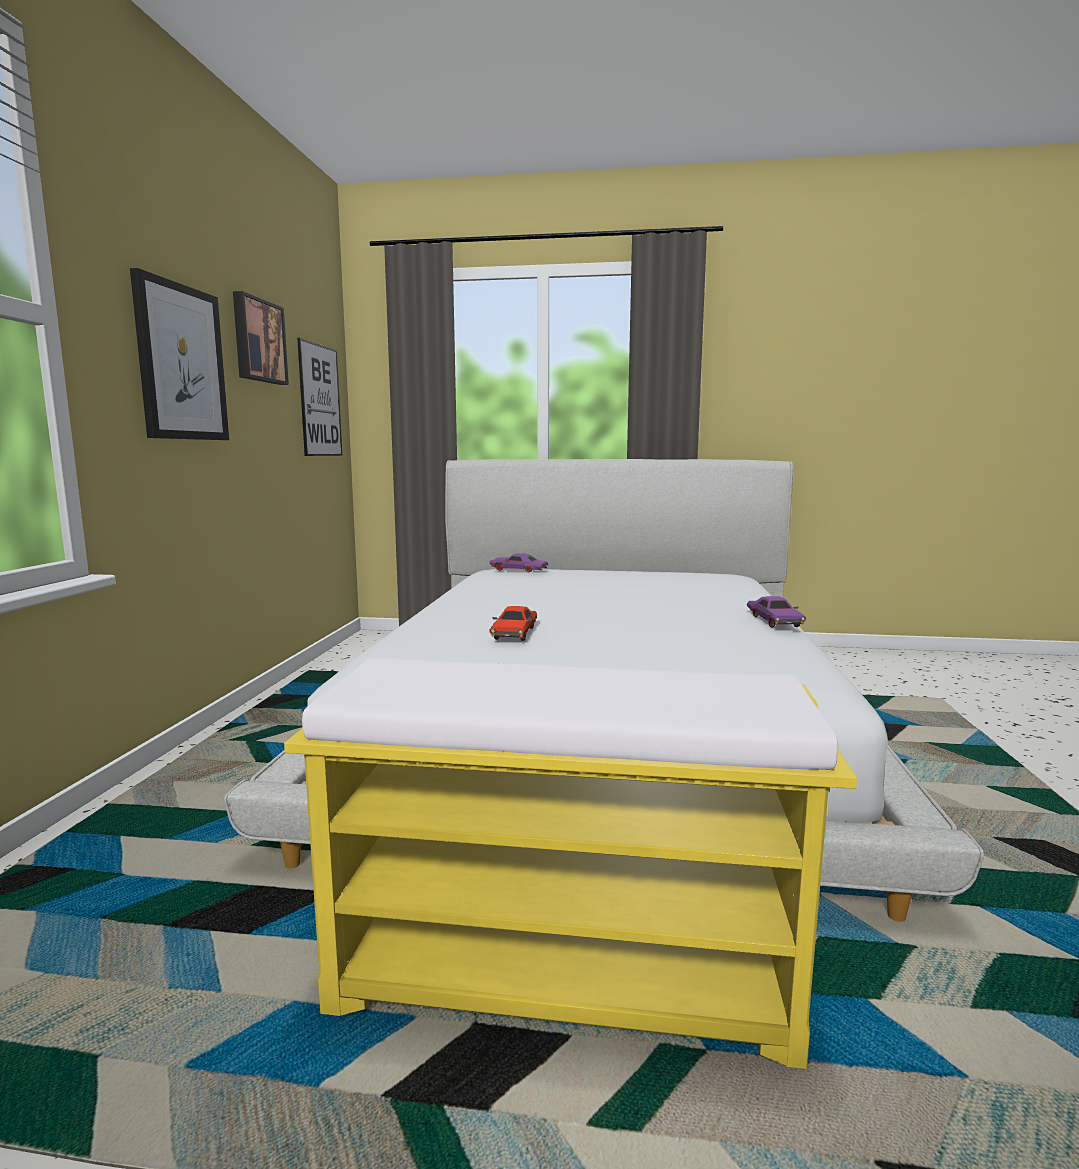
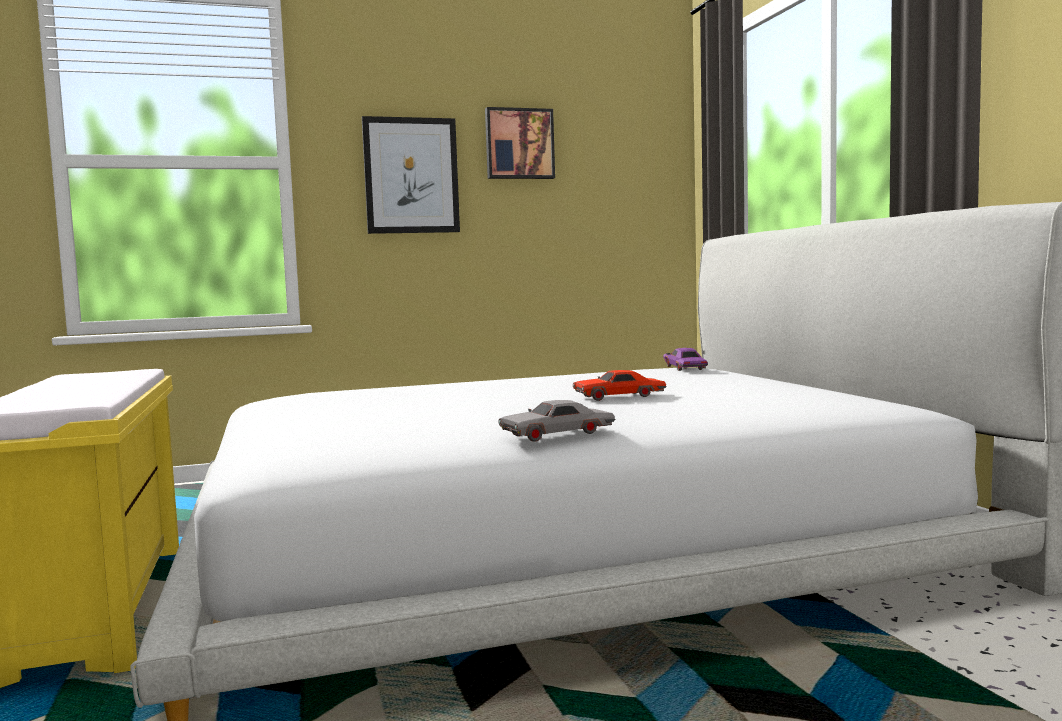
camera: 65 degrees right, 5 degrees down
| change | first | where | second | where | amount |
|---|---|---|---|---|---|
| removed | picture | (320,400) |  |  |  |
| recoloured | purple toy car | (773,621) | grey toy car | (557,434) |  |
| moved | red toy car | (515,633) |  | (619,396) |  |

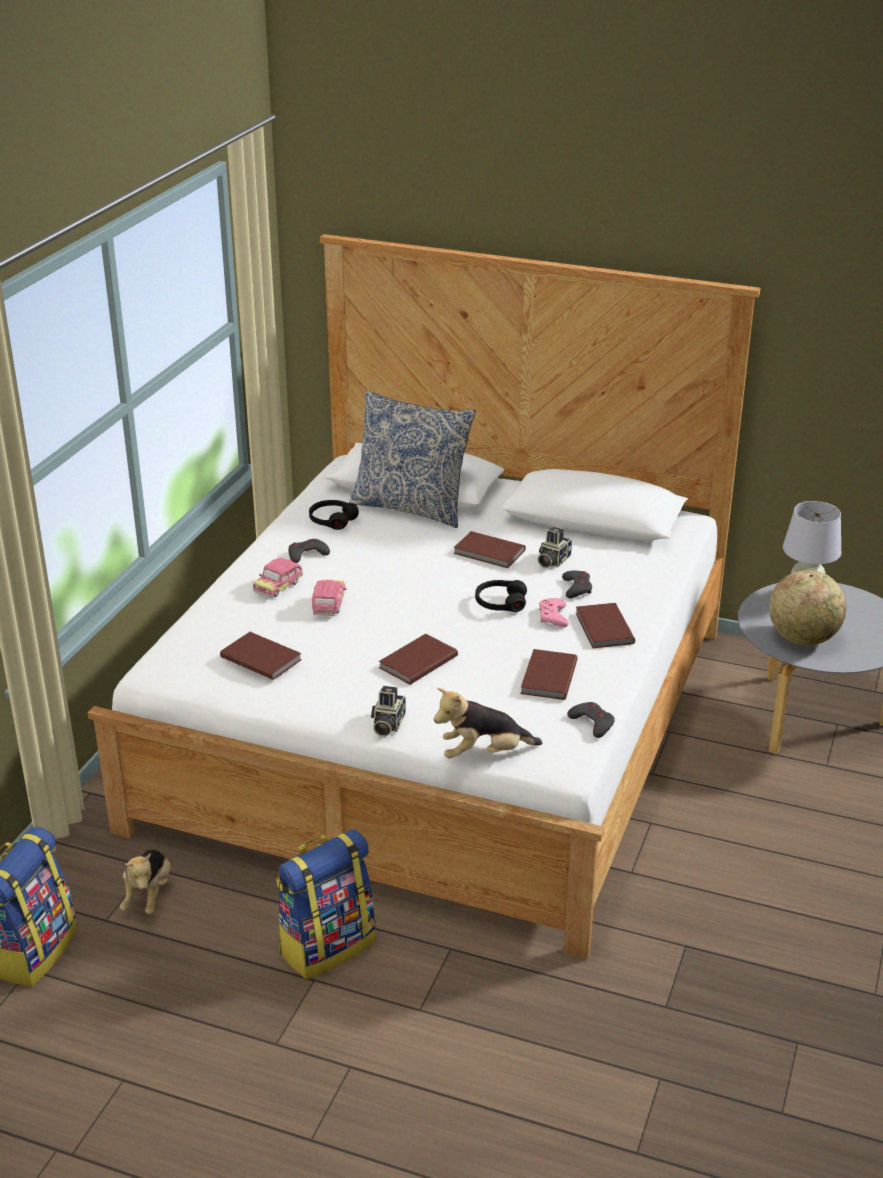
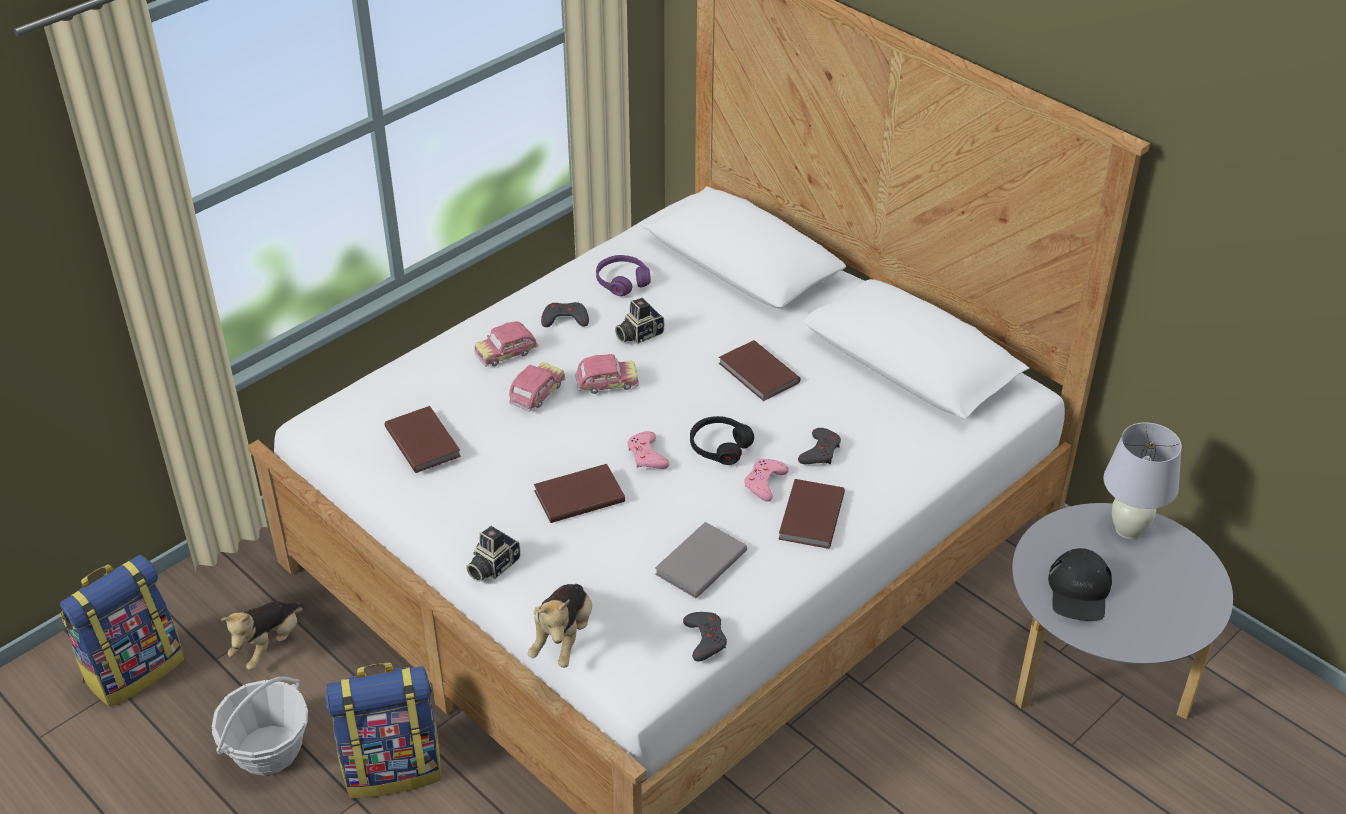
camera: 25 degrees right, 10 degrees up
| change | first | where | second | where | amount |
|---|---|---|---|---|---|
| removed | pillow | (411,507) |  |  |  |
| recoloured | black headphones | (332,520) | purple headphones | (622,281) |  |
| moved | photo camera | (552,561) |  | (638,334) |  |
| replaced | globe | (803,638) | black cap | (1079,591) |  |
| recoloured | brown book | (547,677) | grey book | (698,562) |  |
| turned | plush toy | (484,754) |  | (563,638) | 90 degrees counterclockwise |
| added |  |  | toy car | (607,384) |  |
| added |  |  | pink game controller | (647,455) |  |
| added |  |  | basket | (268,750) |  |

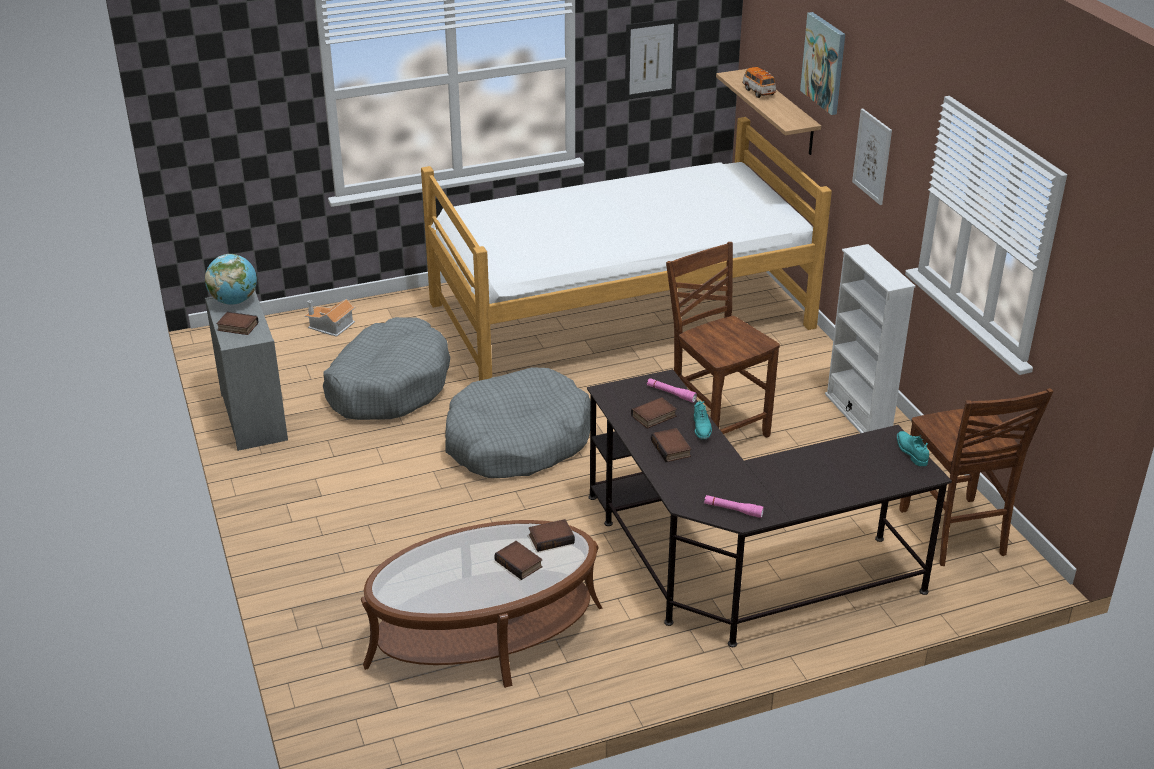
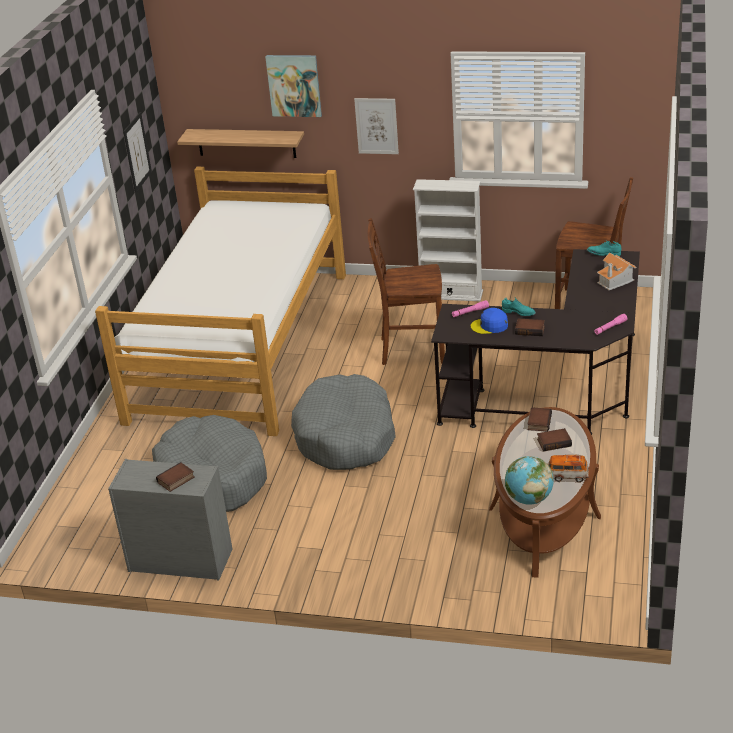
camera: 55 degrees left, 0 degrees up
| change | first | where | second | where | amount |
|---|---|---|---|---|---|
| moved | toy car | (758,92) |  | (567,476) |  |
| moved | globe | (234,301) |  | (529,499) |  |
| moved | toy house | (330,326) |  | (615,280) |  |
| replaced | book | (654,417) | blue cap | (490,326) |  |

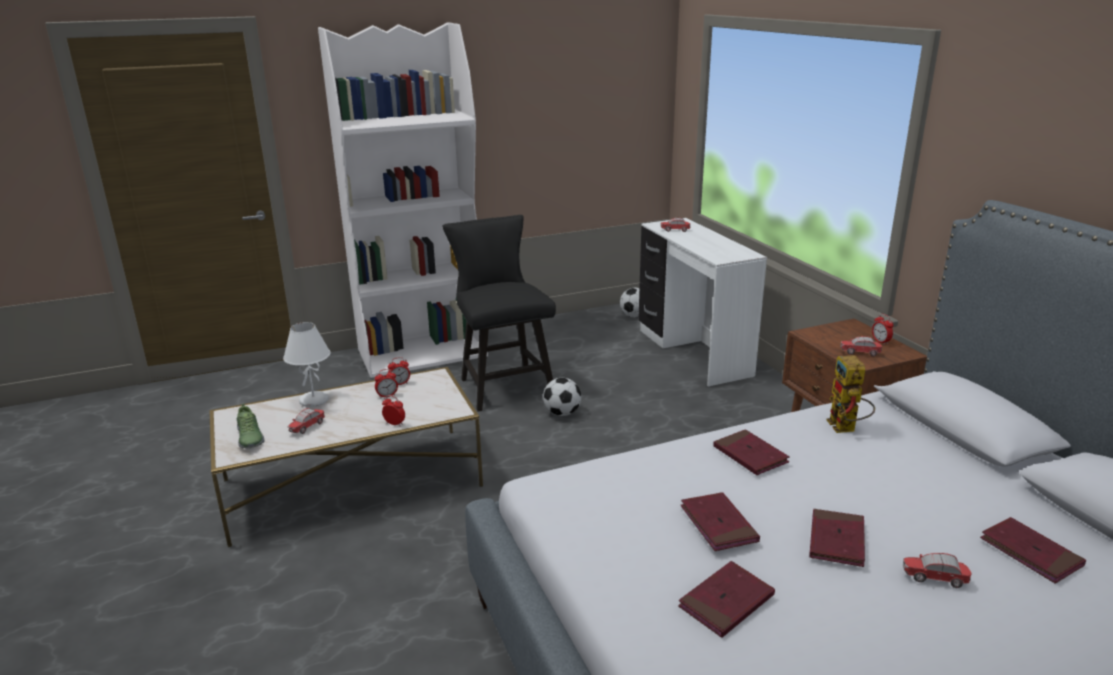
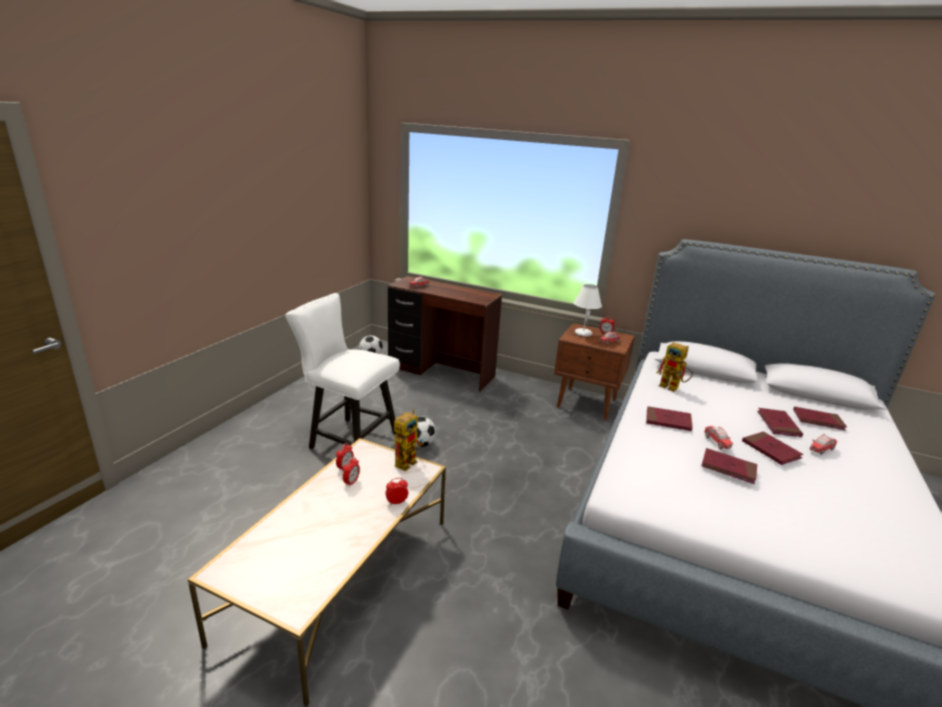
camera: 45 degrees left, 0 degrees up
| change | first | where | second | where | amount |
|---|---|---|---|---|---|
| removed | white bookcase | (423,353) |  |  |  |
| recoloured | black chair | (503,384) | white chair | (348,439) |  |
| recoloured | white desk | (692,352) | brown desk | (441,372) |  |
| moved | white table lamp | (314,400) |  | (583,333) |  |
| removed | shoe | (249,438) |  |  |  |
| moved | toy car | (308,427) |  | (716,442) |  |
| moved | red book | (726,602) |  | (778,424) |  |
| added |  |  | toy robot | (407,460) |  |

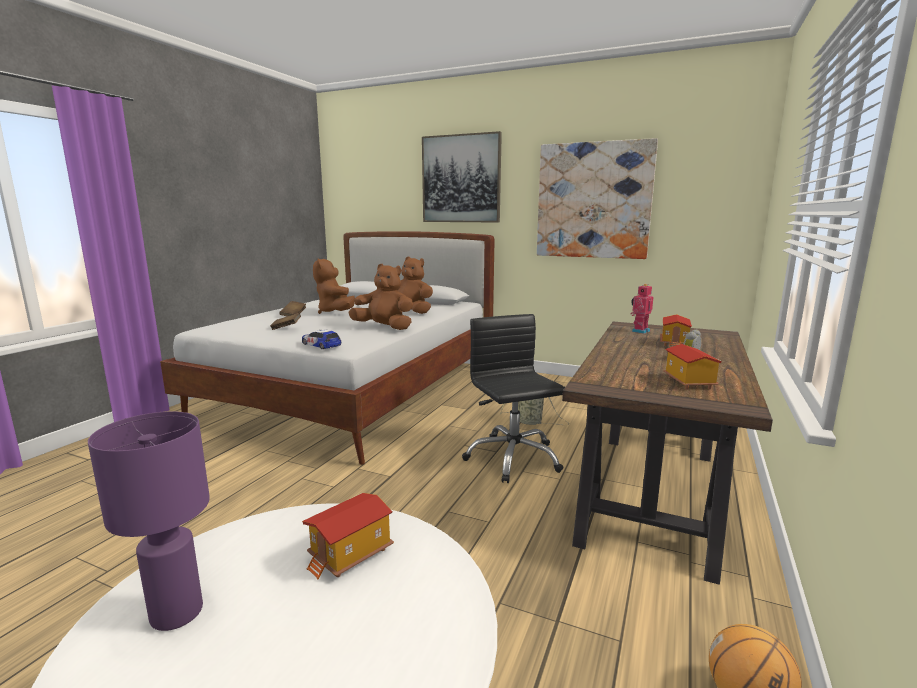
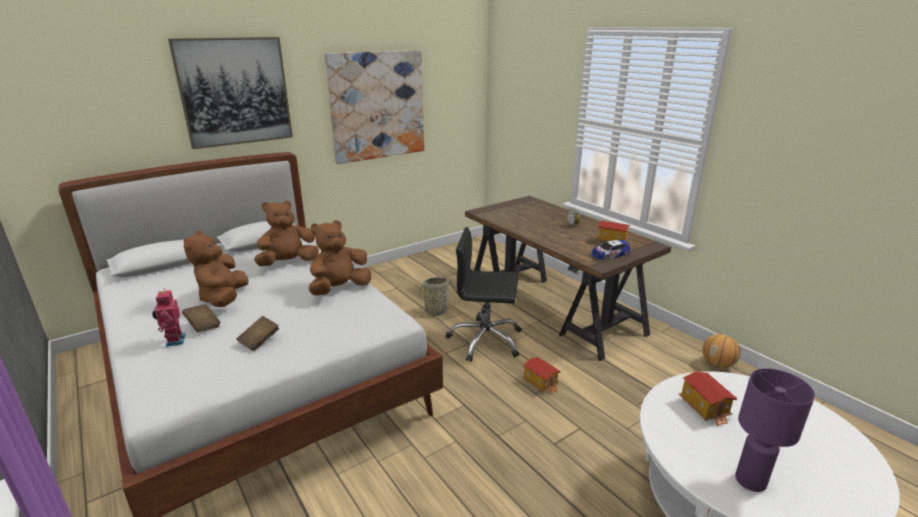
camera: 60 degrees left, 10 degrees up
| change | first | where | second | where | amount |
|---|---|---|---|---|---|
| turned | brown plush toy | (335,312) |  | (224,298) | 75 degrees clockwise |
| moved | toy robot | (639,331) |  | (174,341) |  |
| moved | toy house | (675,343) |  | (540,383) |  |
| moved | toy car | (321,344) |  | (610,254) |  |

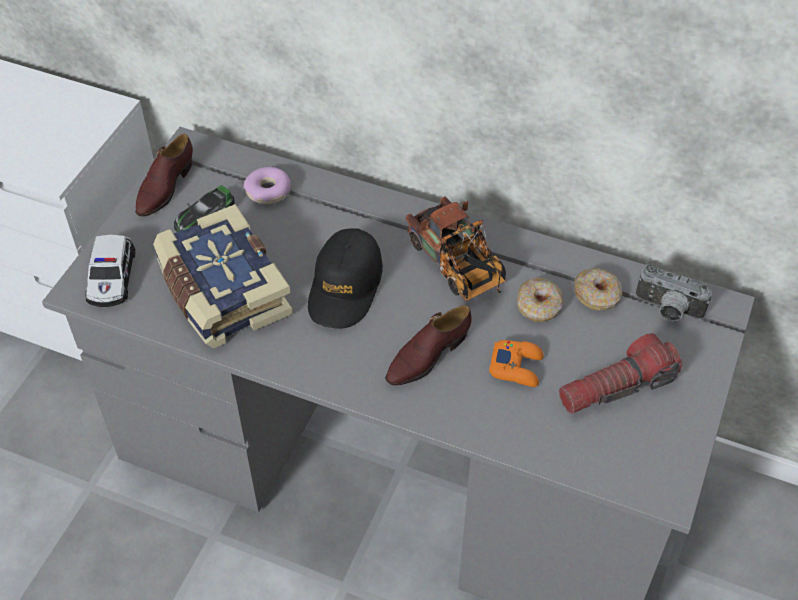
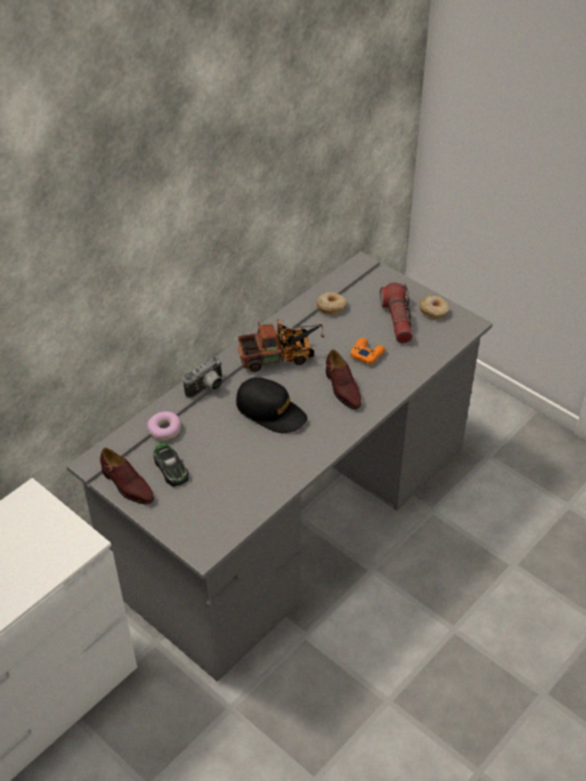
camera: 70 degrees left, 5 degrees down
| change | first | where | second | where | amount |
|---|---|---|---|---|---|
| removed | book | (222,292) |  |  |  |
| removed | toy car | (111,278) |  |  |  |
| moved | photo camera | (667,311) |  | (207,388) |  |
| moved | donut | (539,306) |  | (434,311) |  |

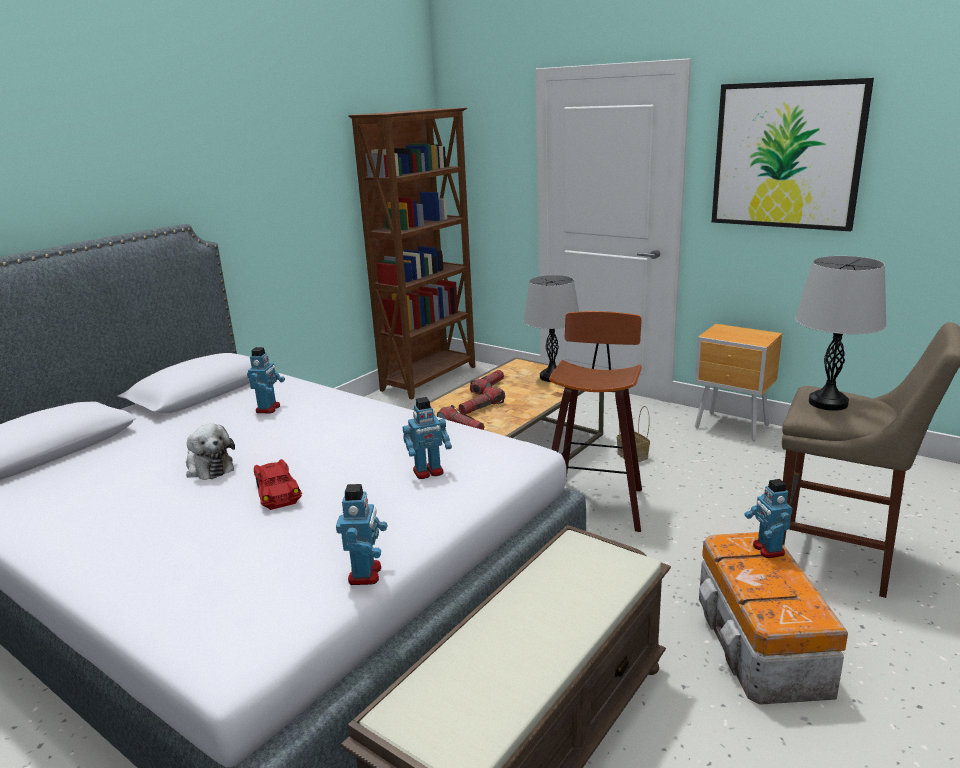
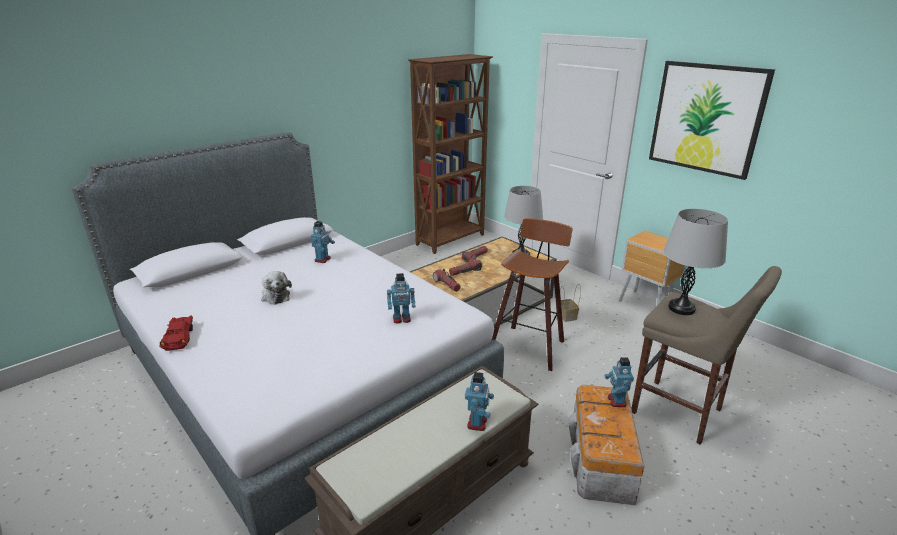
camera: 10 degrees right, 5 degrees up
| change | first | where | second | where | amount |
|---|---|---|---|---|---|
| moved | red toy car | (277,491) |  | (180,337) |  |
| moved | toy robot | (366,574) |  | (478,423) |  |

